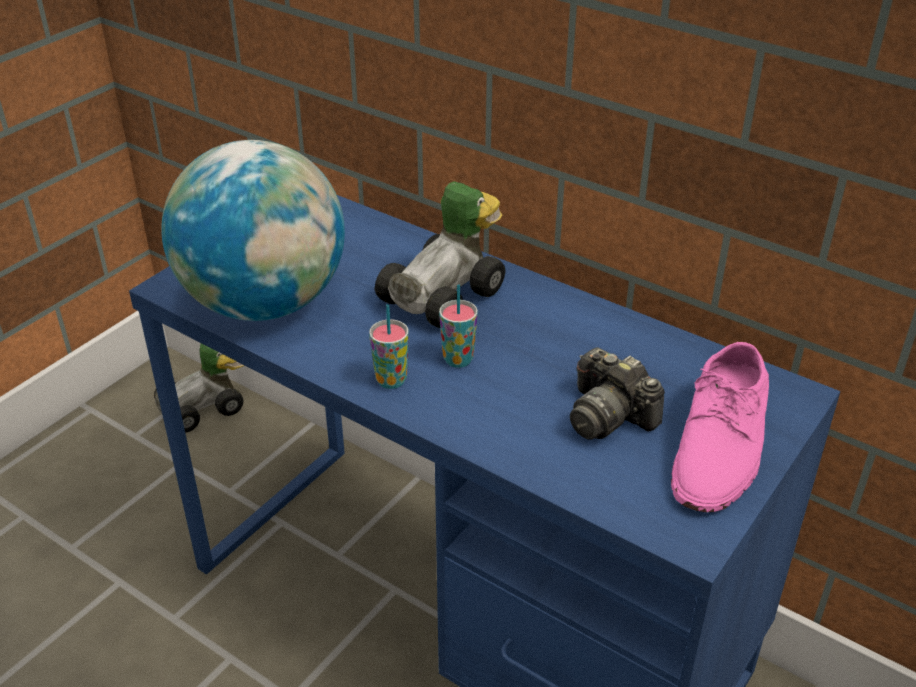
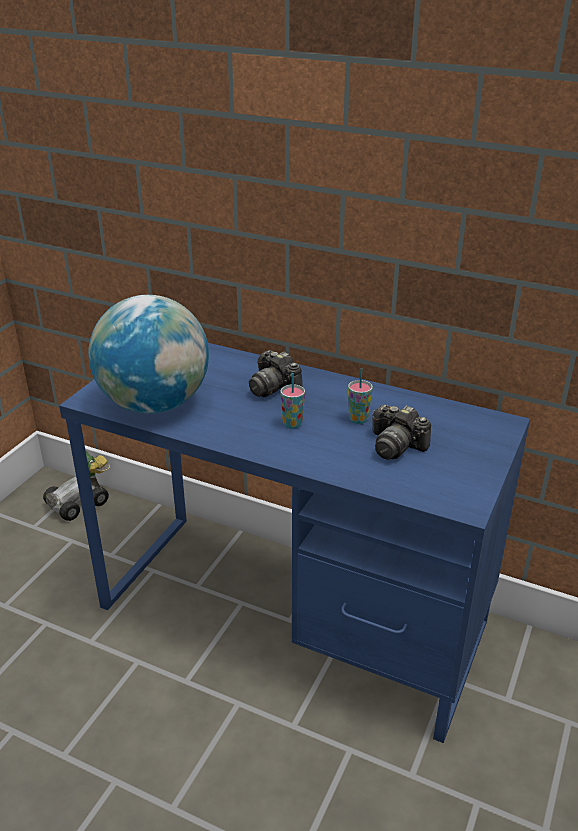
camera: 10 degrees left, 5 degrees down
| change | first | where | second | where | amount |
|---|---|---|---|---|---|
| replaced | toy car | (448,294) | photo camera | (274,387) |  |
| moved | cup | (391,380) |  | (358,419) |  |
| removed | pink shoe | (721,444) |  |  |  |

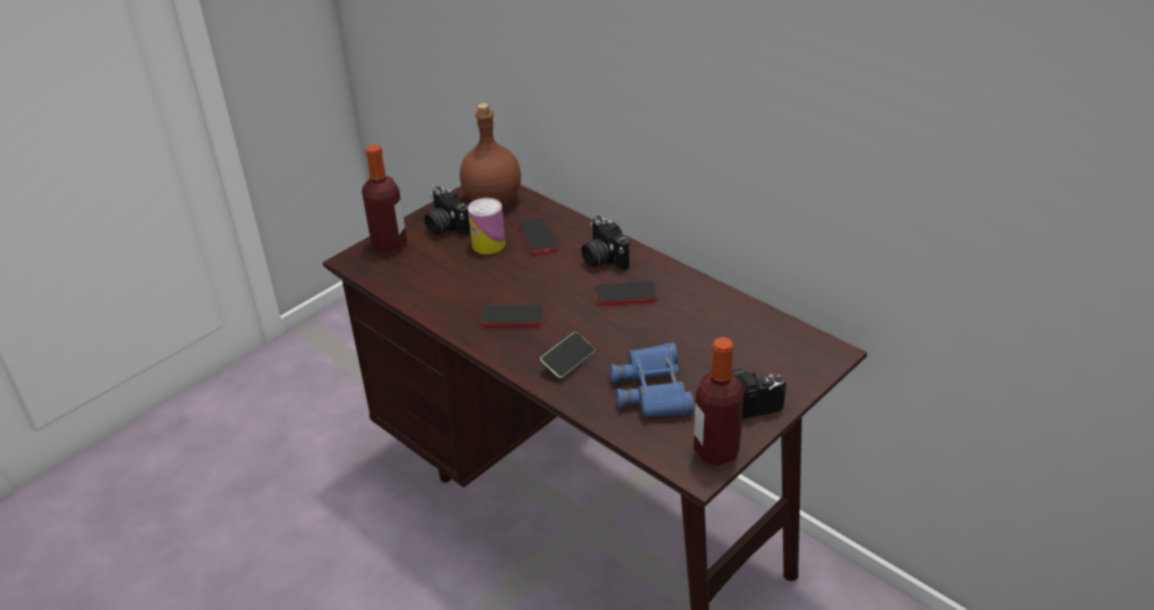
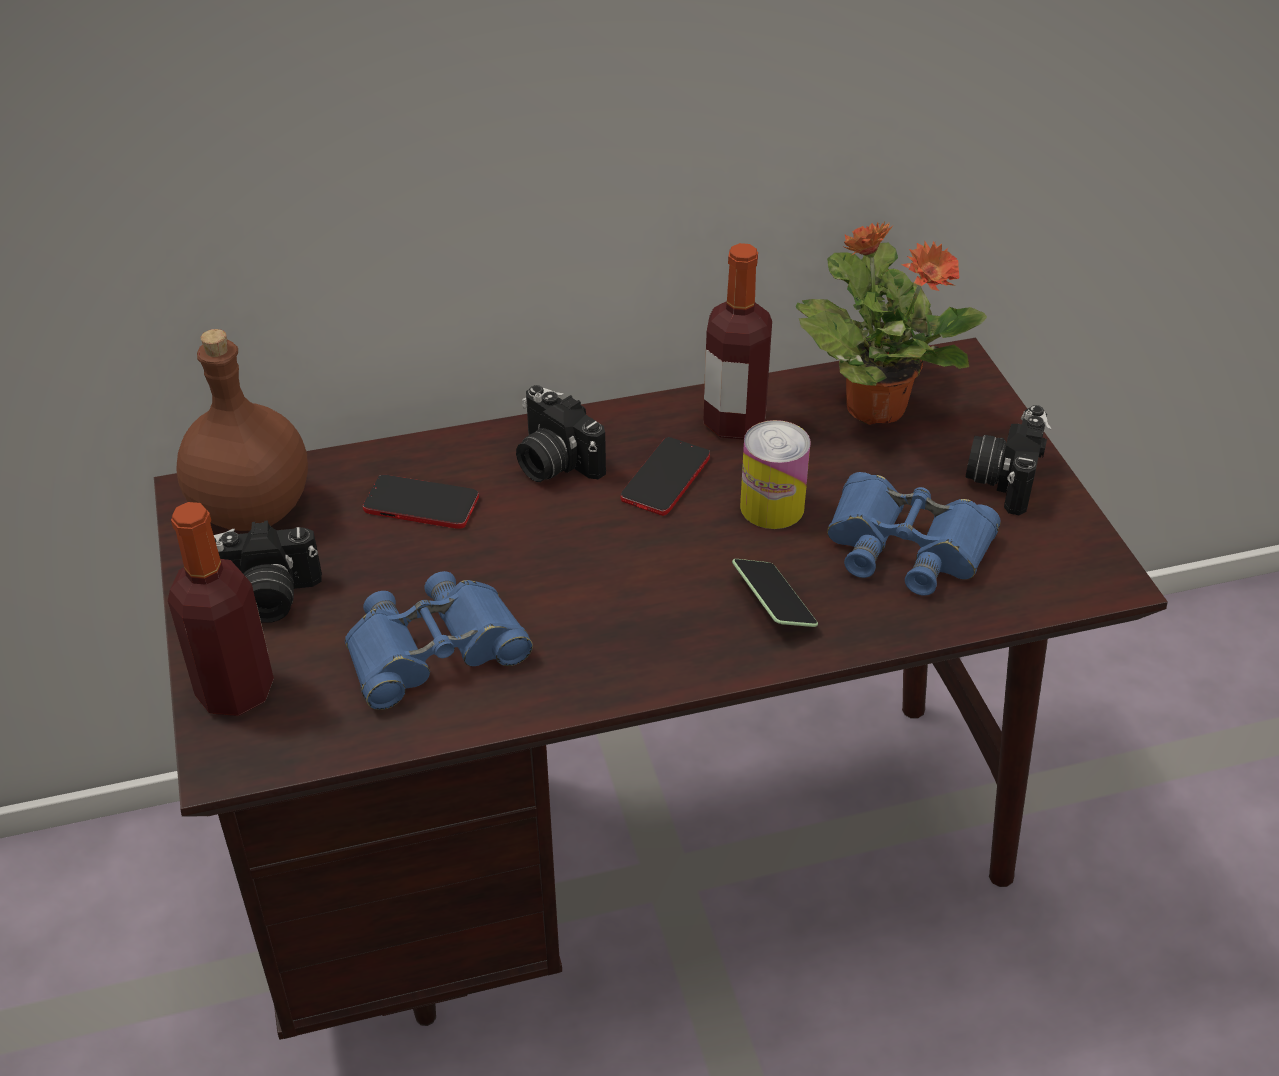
camera: 60 degrees left, 5 degrees up
| change | first | where | second | where | amount |
|---|---|---|---|---|---|
| moved | can | (488,244) |  | (772,507) |  |
| turned | photo camera | (602,259) |  | (553,462) | 45 degrees clockwise |
| removed | phone | (512,317) |  |  |  |
| moved | bottle | (716,451) |  | (734,422) |  |
| added |  |  | potted plant | (874,406) |  |
| added |  |  | blue binoculars | (434,651) |  |

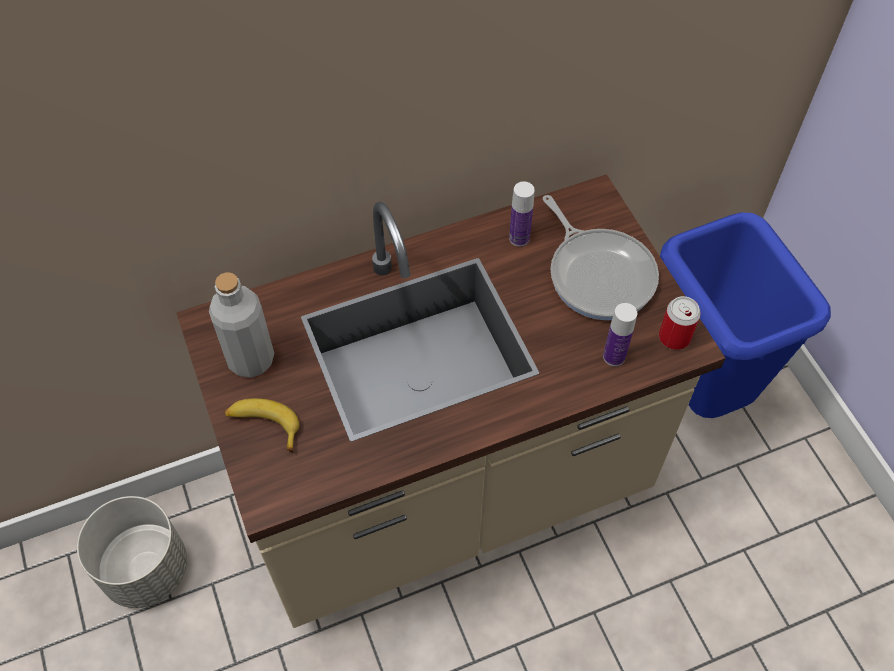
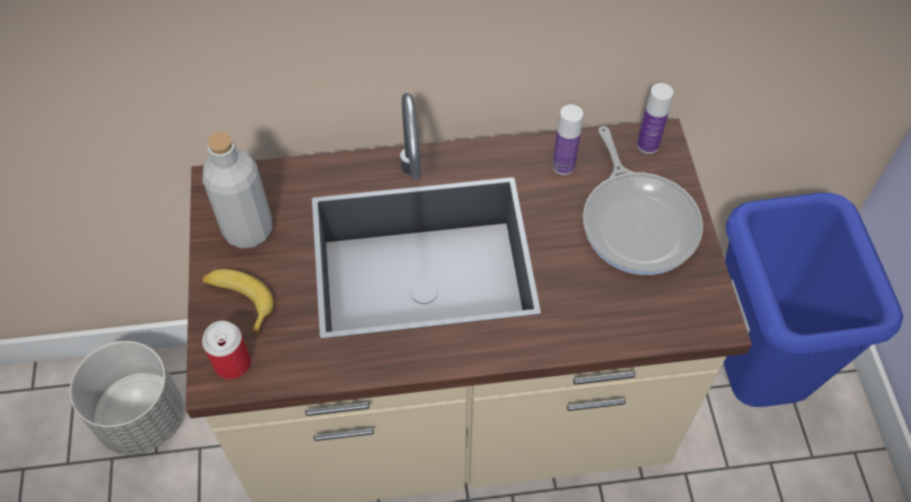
camera: 15 degrees right, 0 degrees up
| change | first | where | second | where | amount |
|---|---|---|---|---|---|
| moved | can | (674,337) |  | (232,363) |  |
| moved | bottle | (614,356) |  | (647,145) |  |

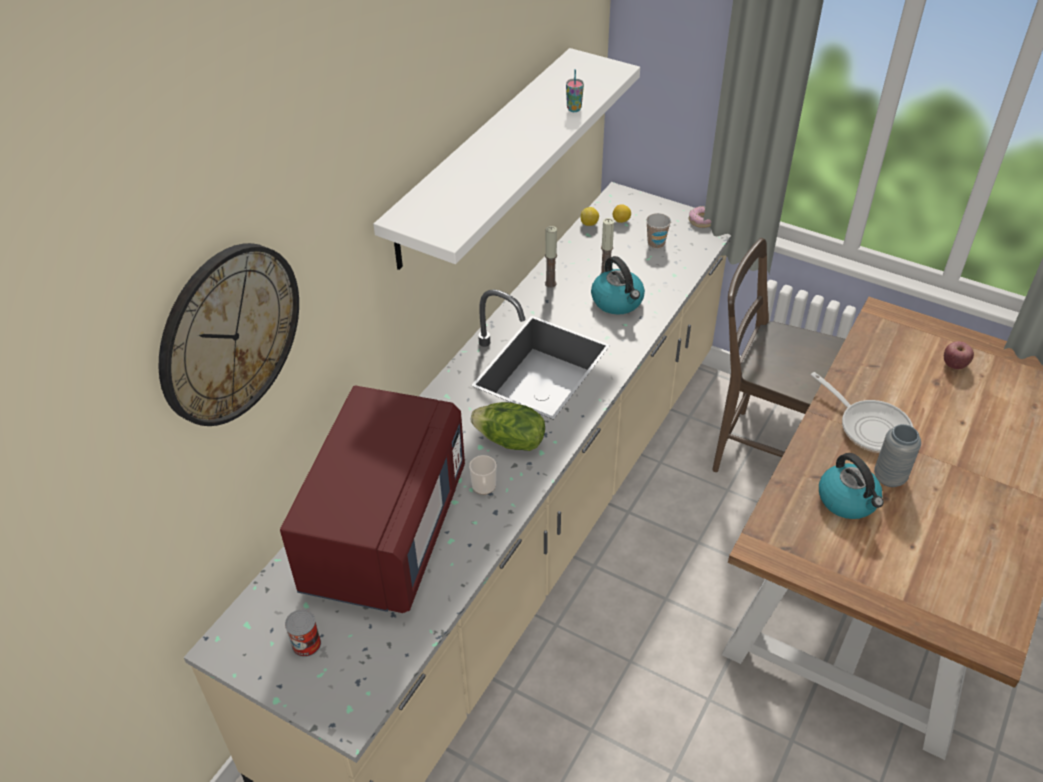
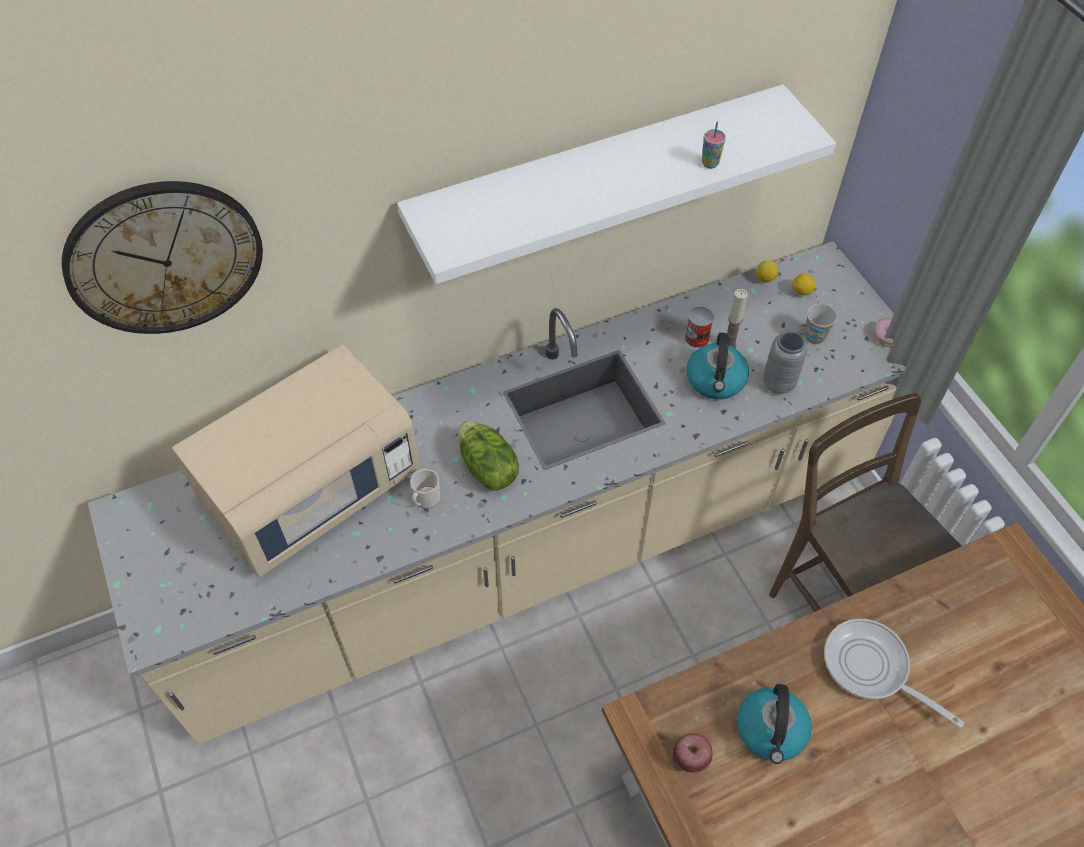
camera: 35 degrees right, 10 degrees up
| change | first | where | second | where | amount |
|---|---|---|---|---|---|
| removed | candle | (550,283) |  |  |  |
| moved | apple | (954,365) |  | (690,759) |  |
| turned | frying pan | (869,427) |  | (871,668) | 135 degrees clockwise |
| recoloured | red microwave | (384,532) | beige microwave | (312,490) |  |
| moved | grey vase | (889,477) |  | (778,383) |  |
| moved | can | (306,644) |  | (696,338) |  |

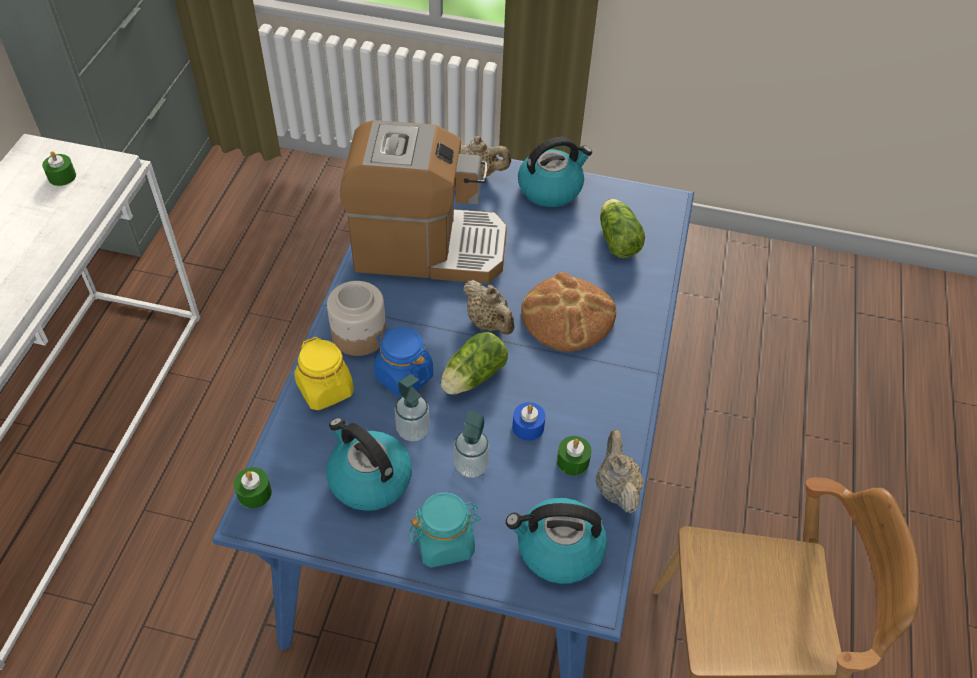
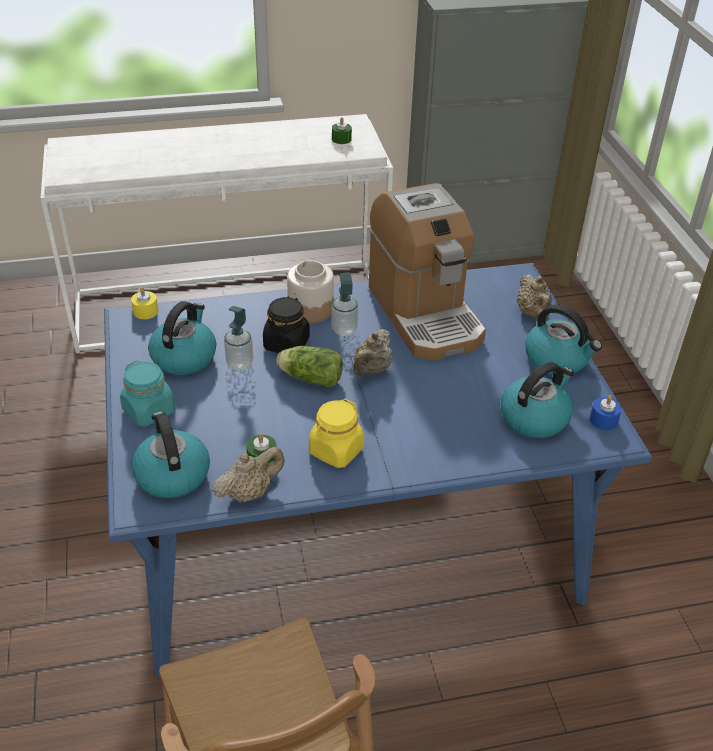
camera: 65 degrees right, 10 degrees down
| change | first | where | second | where | amount |
|---|---|---|---|---|---|
| replaced | lettuce | (617,238) | kettle | (535,417) |  |
| removed | bread | (567,316) |  |  |  |
| recoloured | blue jar | (403,376) | black jar | (286,343) |  |
| moved | yellow jar | (325,389) |  | (336,451) |  |
| moved | blue candle | (528,427) |  | (603,420) |  |
| moved | soap dispenser | (471,466) |  | (344,330) |  |
| recoloured | green candle | (254,493) | yellow candle | (145,311) |  |

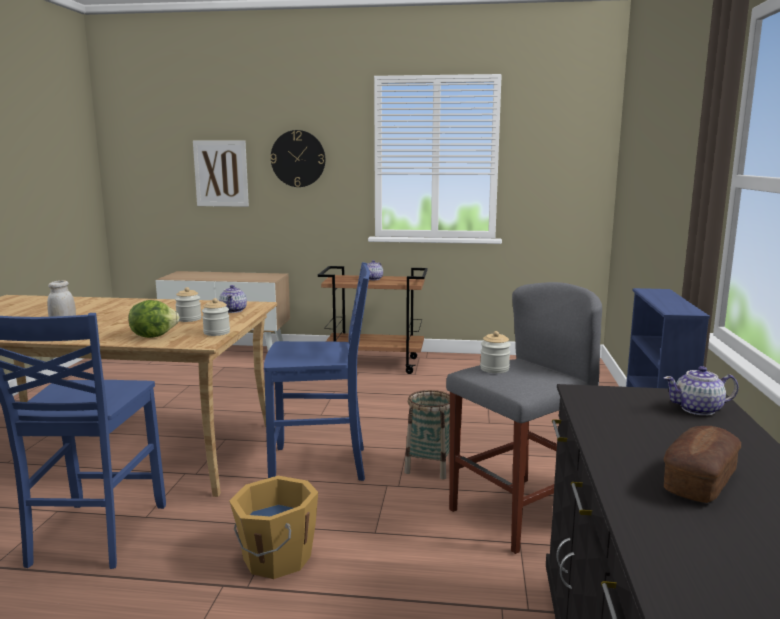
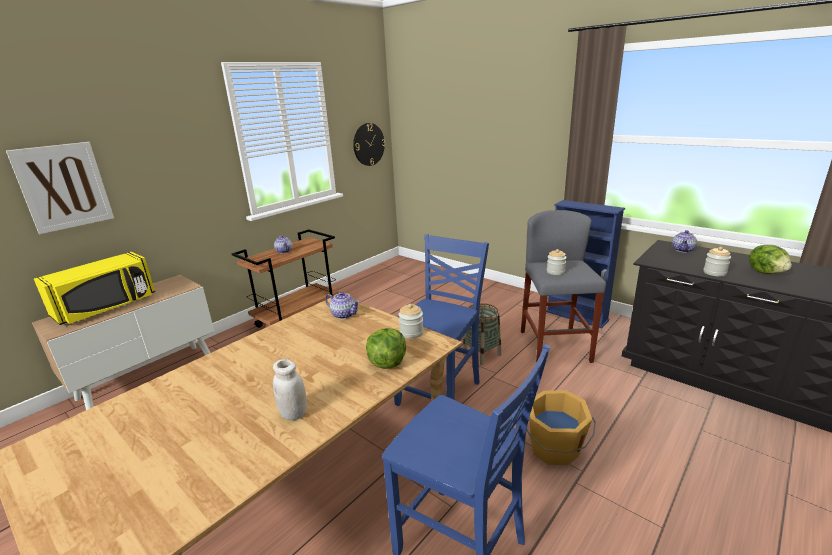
camera: 55 degrees left, 10 degrees up
| change | first | where | second | where | amount |
|---|---|---|---|---|---|
| moved | wall clock | (298,158) |  | (368,144) |  |
| moved | jar | (189,319) |  | (714,272) |  |
| replaced | bread | (699,481) | lettuce | (766,272) |  |
| added |  |  | yellow microwave | (107,307) |  |

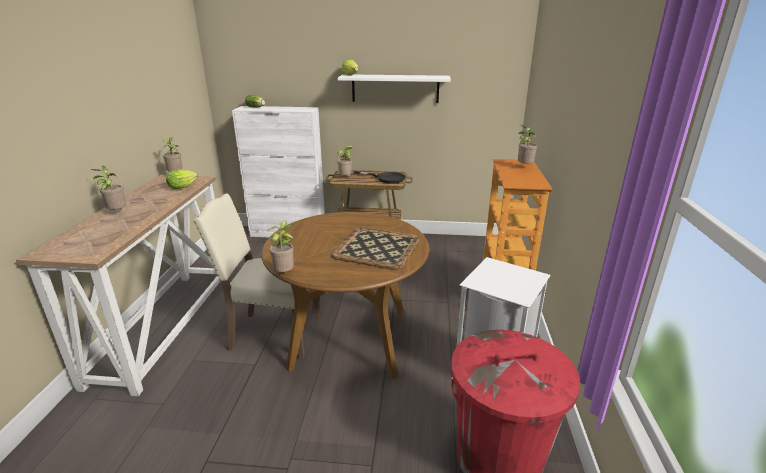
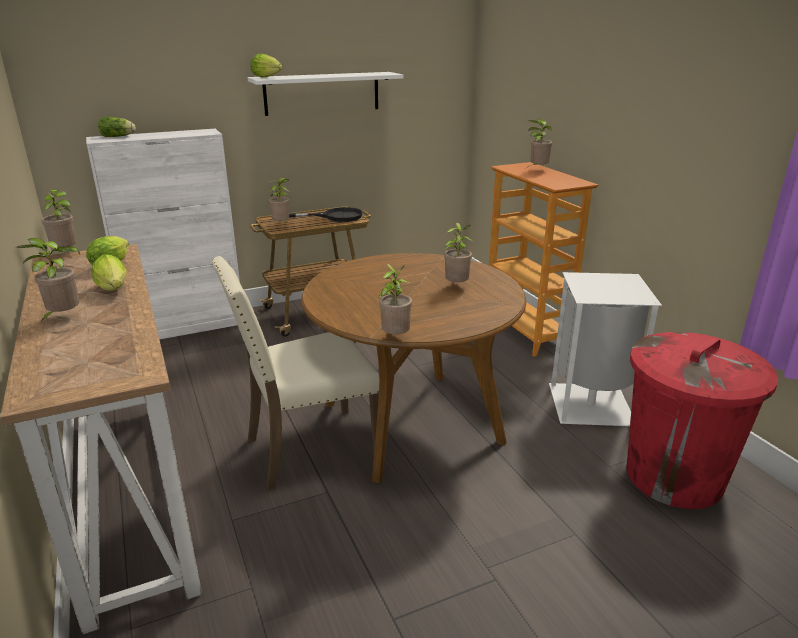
camera: 30 degrees left, 0 degrees up
| change | first | where | second | where | amount |
|---|---|---|---|---|---|
| replaced | tray | (378,248) | potted plant | (456,286) |  |
| added |  |  | lettuce | (114,290) |  |

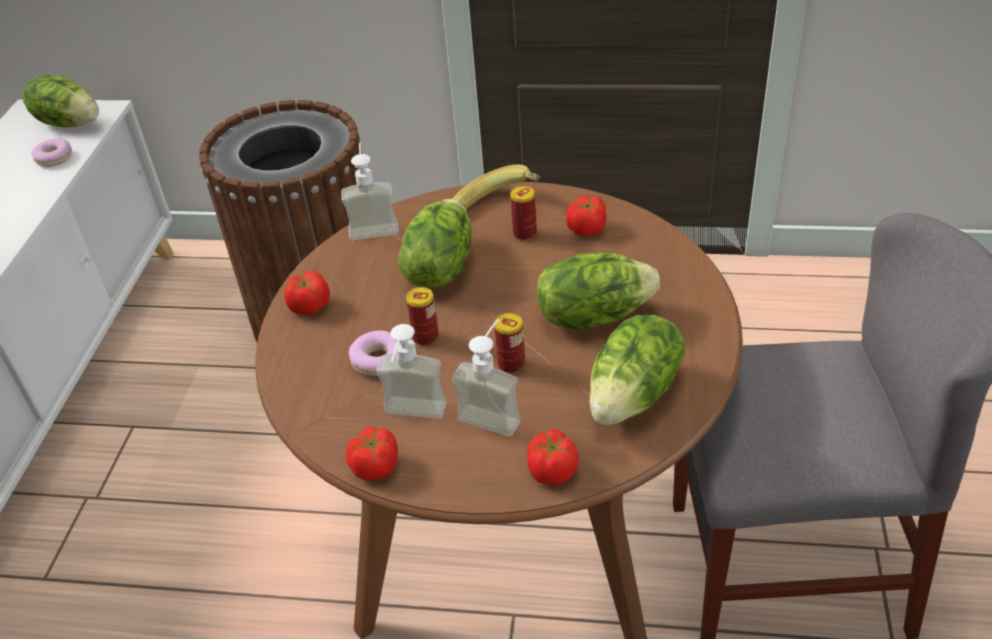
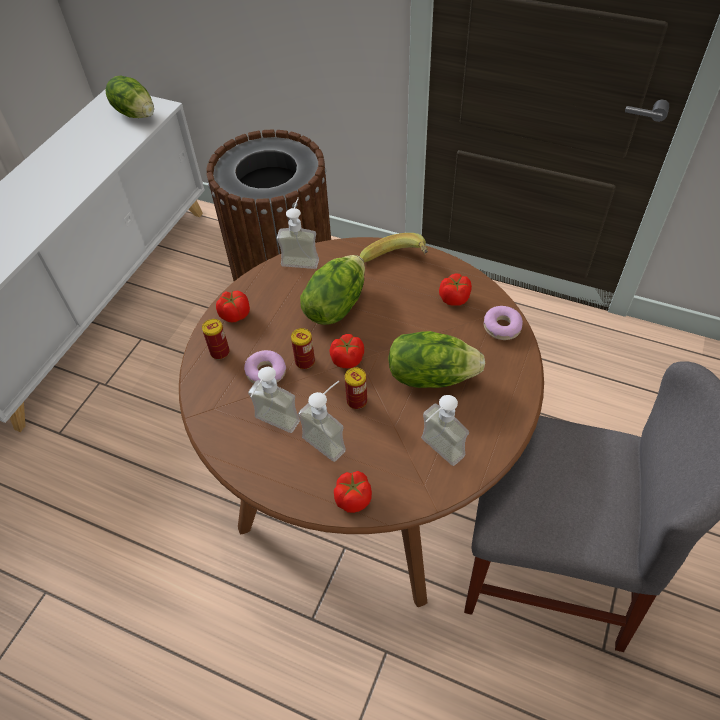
camera: 15 degrees right, 10 degrees up
| change | first | where | second | where | amount |
|---|---|---|---|---|---|
| moved | donut | (54,158) |  | (502,327) |  |
| moved | can | (524,233) |  | (220,352) |  |
| replaced | lettuce | (635,395) | soap dispenser | (436,453) |  |
| moved | tomato | (376,466) |  | (348,359) |  |

